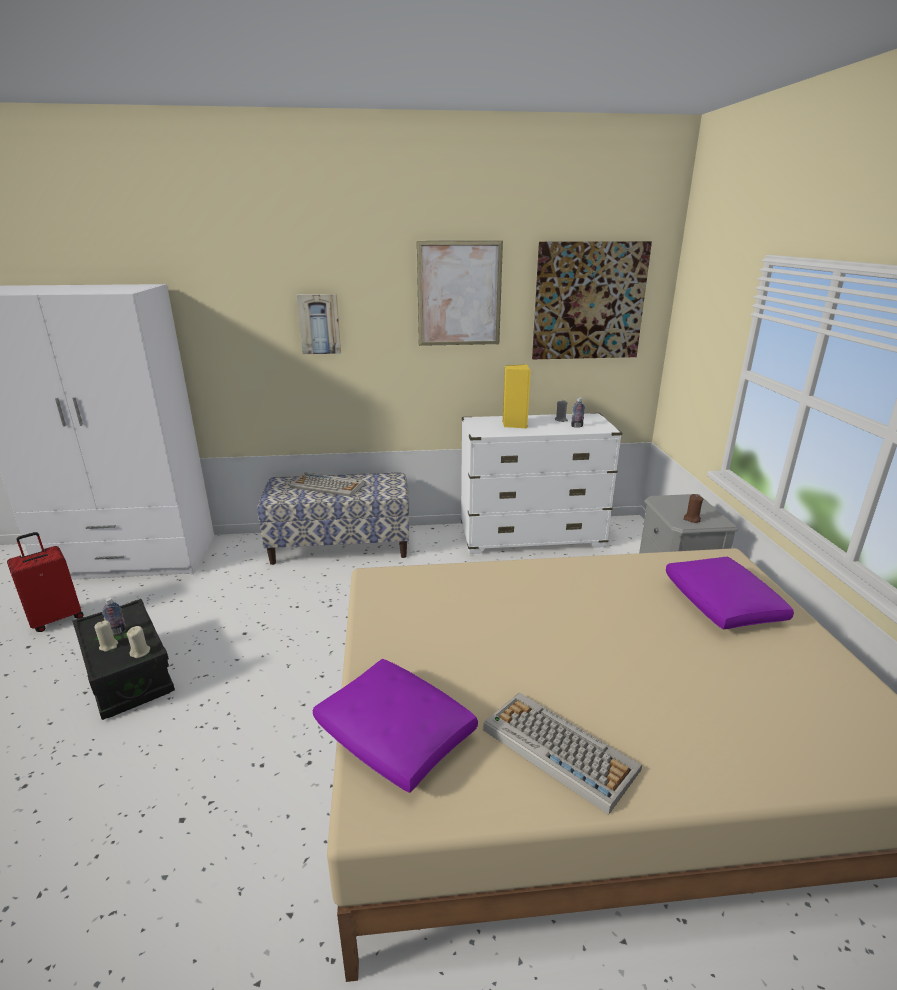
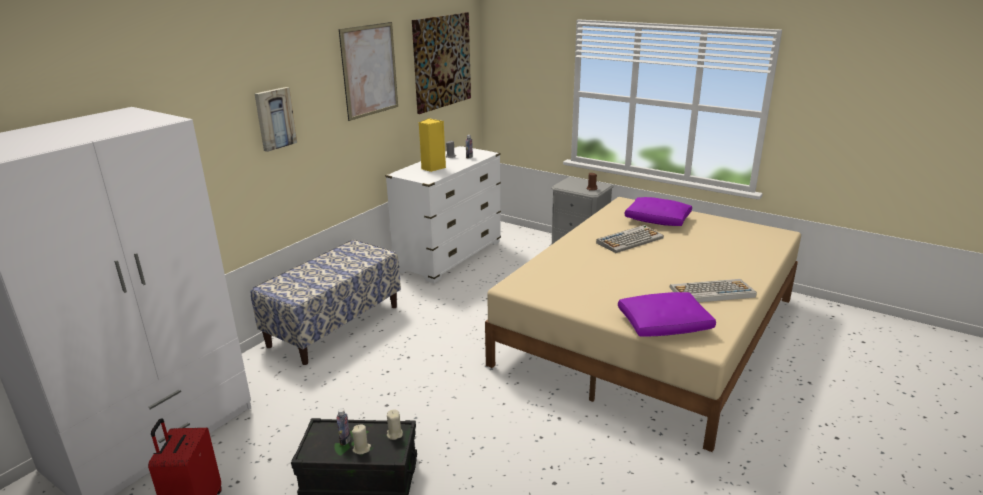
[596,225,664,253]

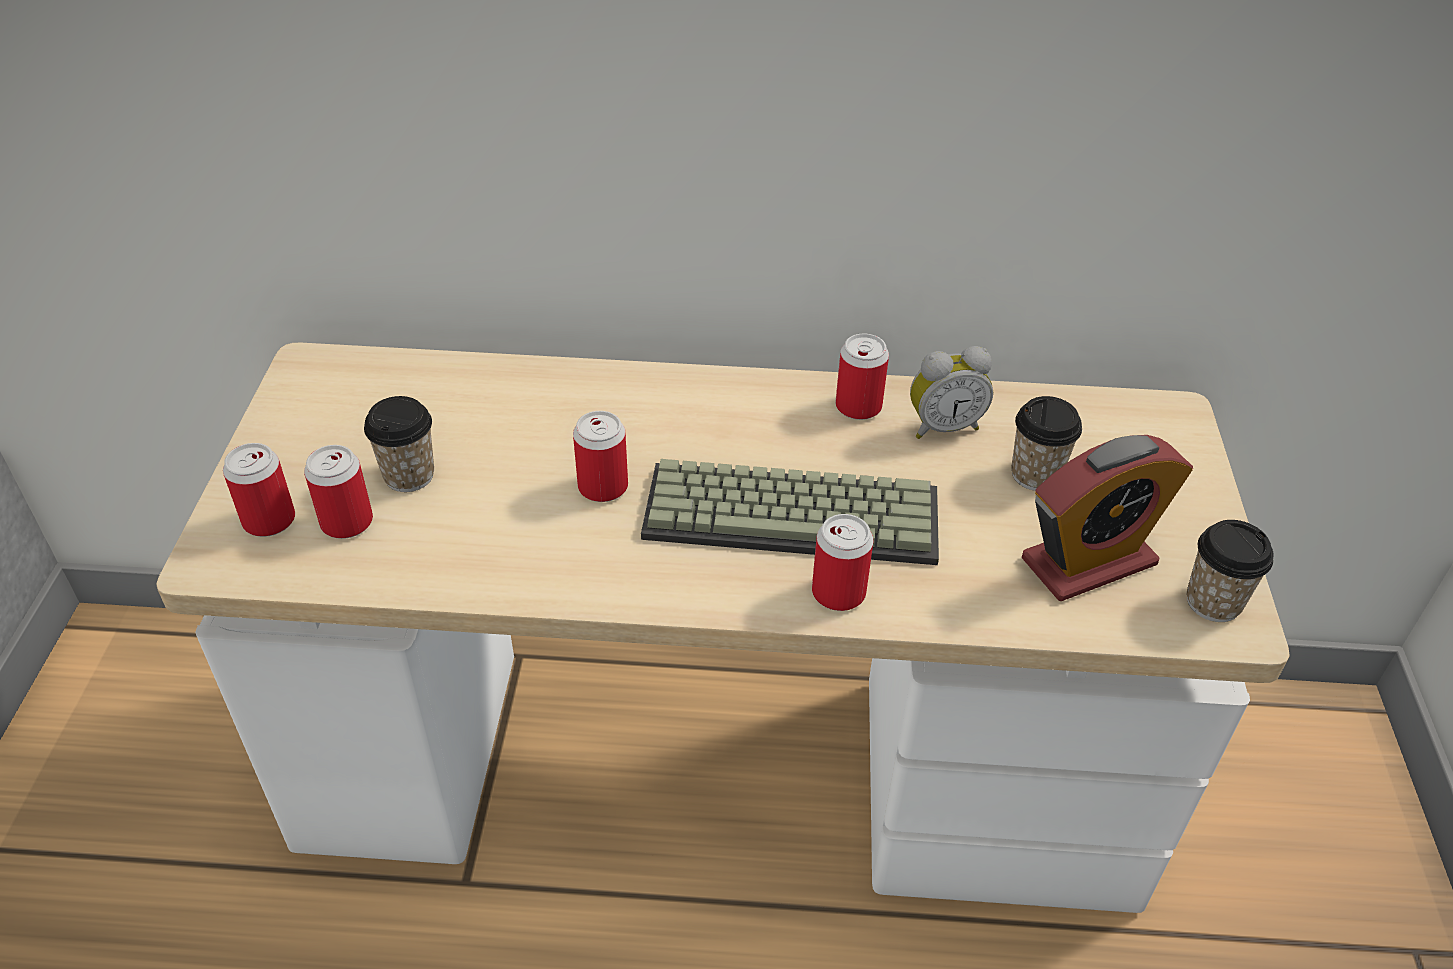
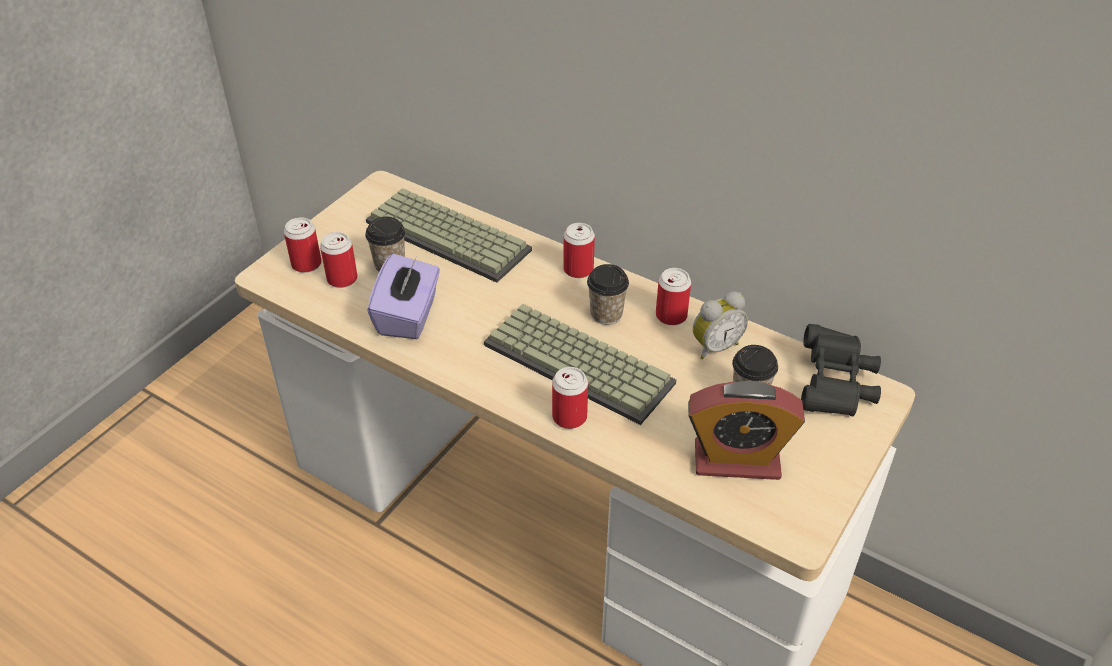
[366,188,532,283]
[367,254,440,339]
[801,324,881,416]
[563,223,595,278]
[587,264,629,325]
[693,291,748,360]

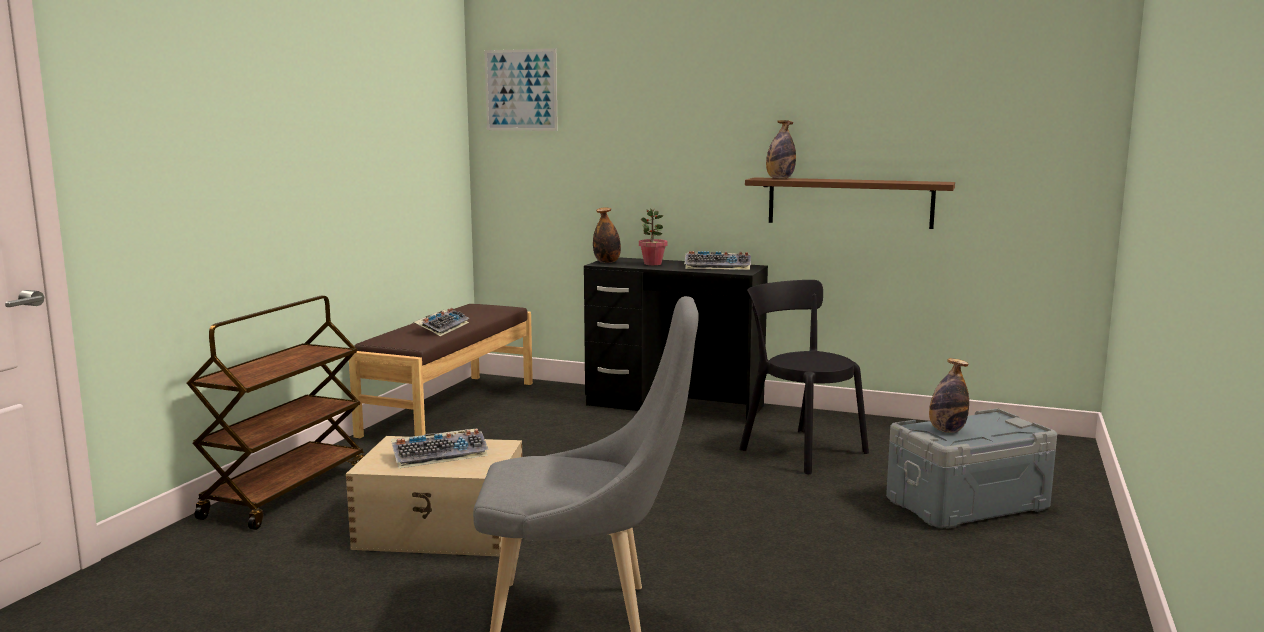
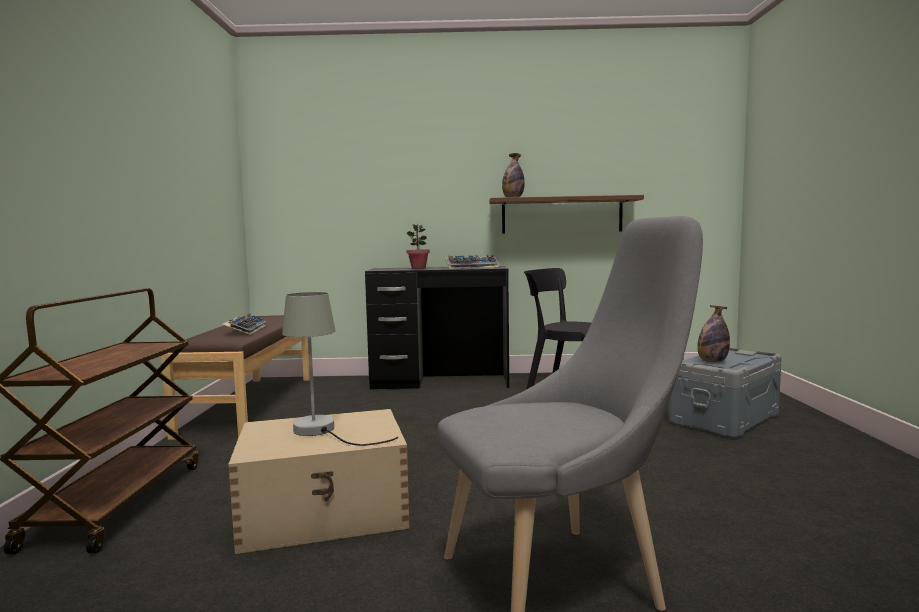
[484,48,558,131] (first image)
[593,207,621,263] (first image)
[282,292,398,446]

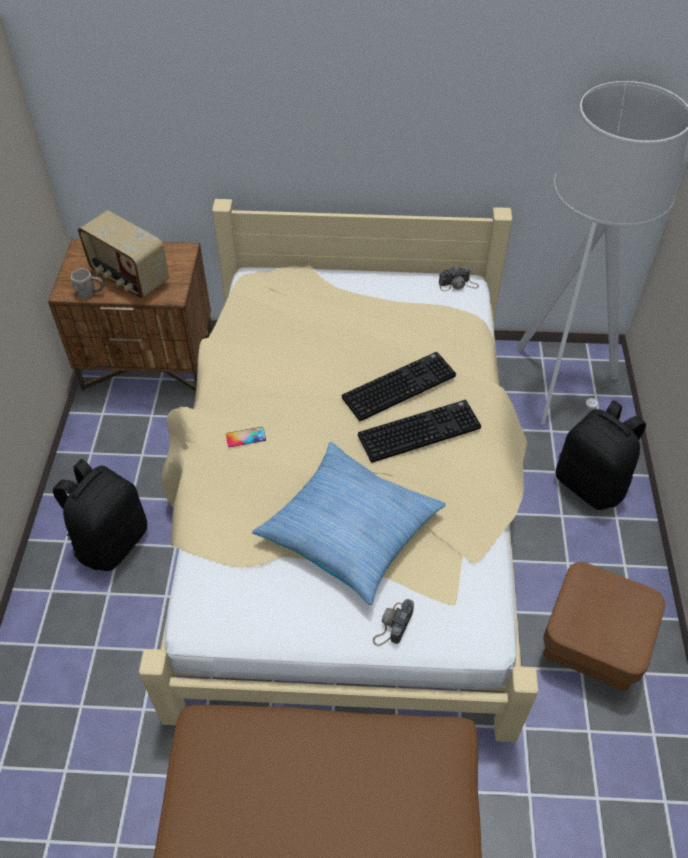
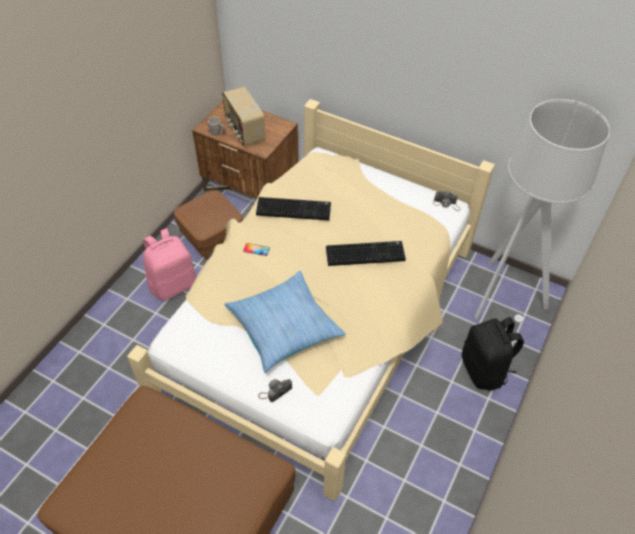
[256,197,331,220]
[174,190,243,260]
[143,228,196,301]

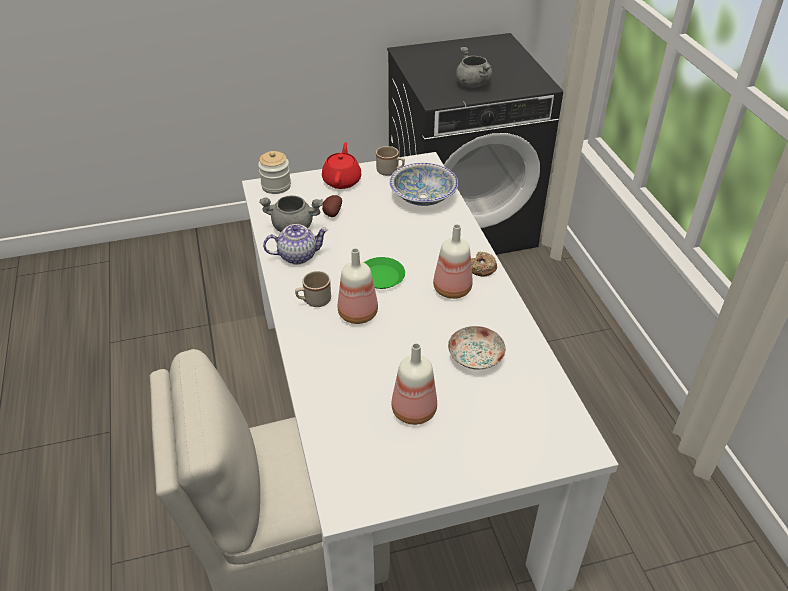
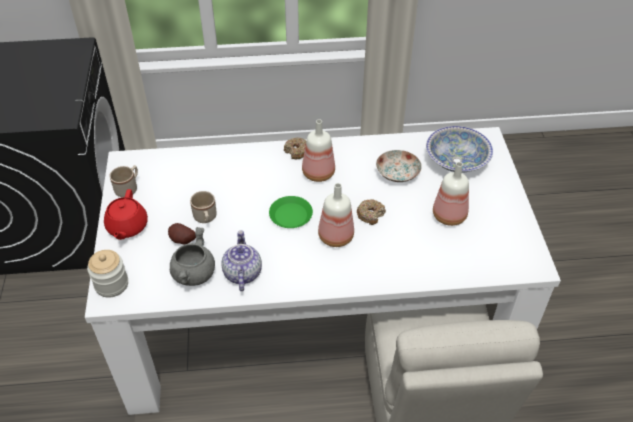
[456,47,492,88] (first image)
[357,199,386,225]
[190,191,217,223]
[426,126,493,173]
[104,189,148,240]

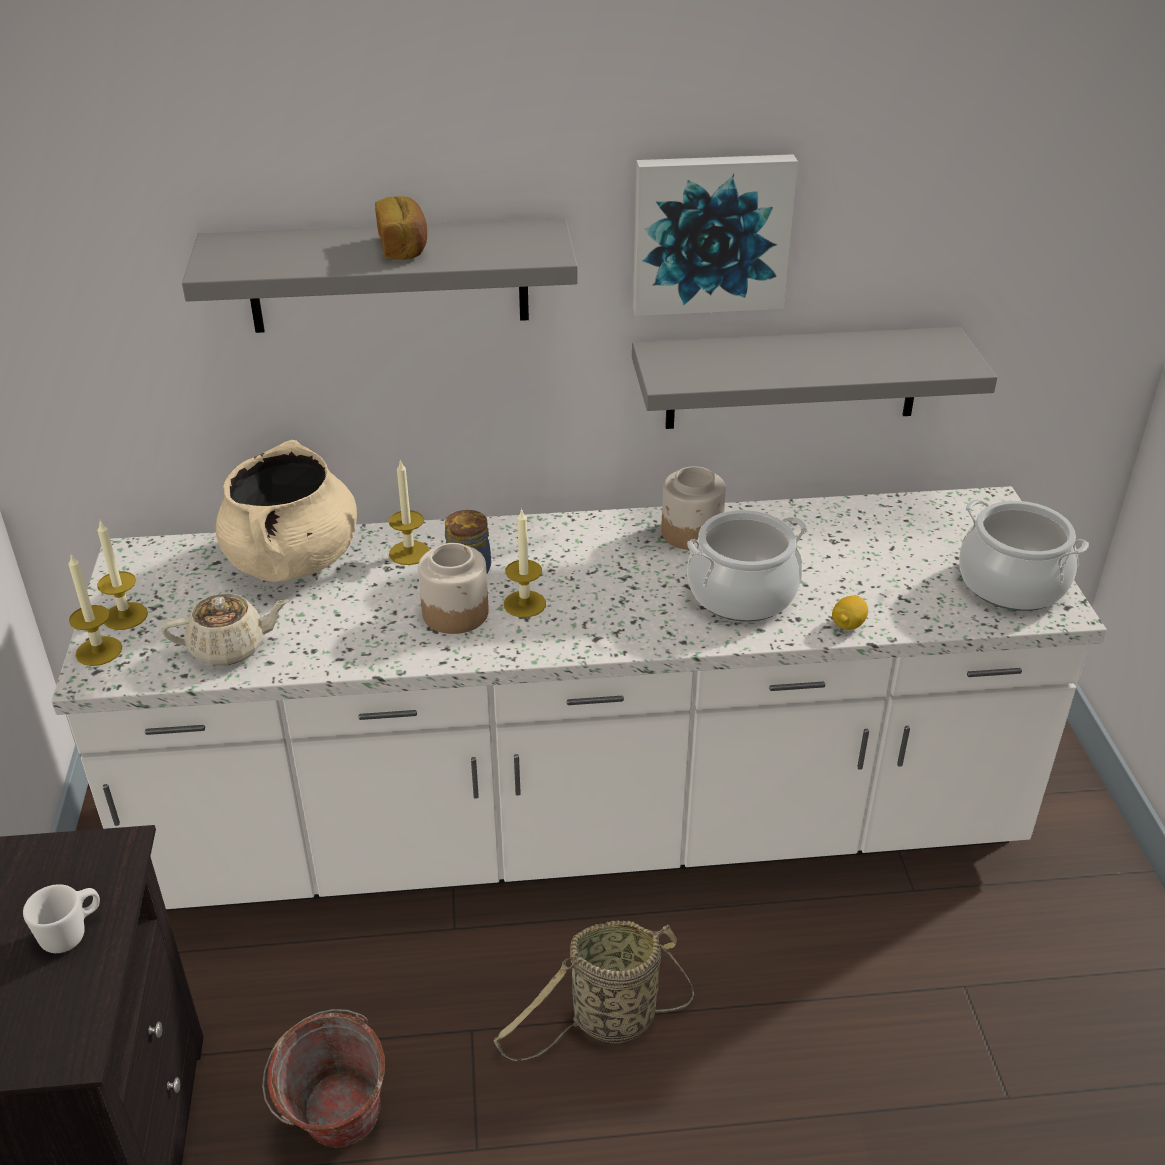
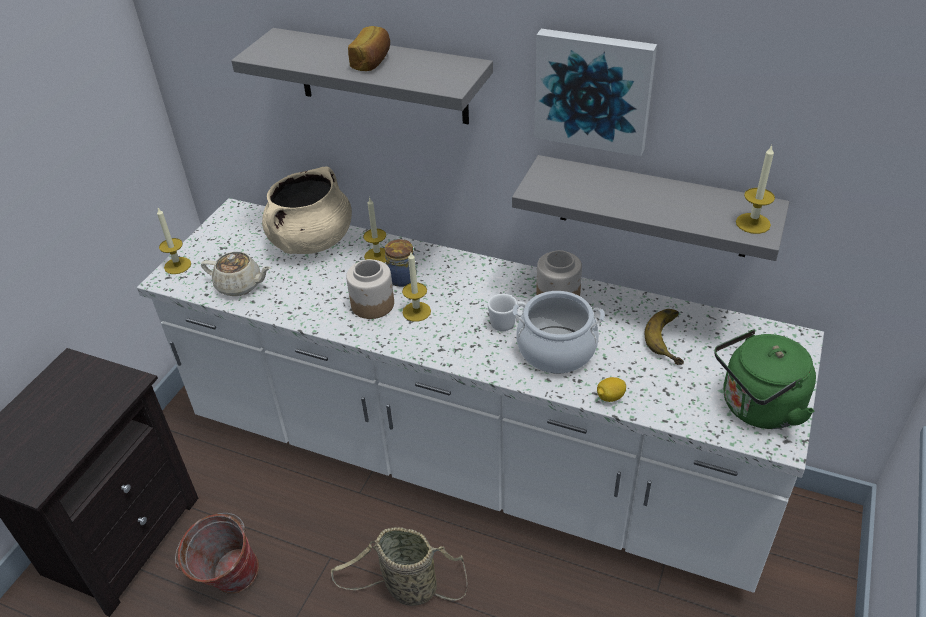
[645,309,684,365]
[488,294,526,331]
[736,145,775,234]
[714,329,816,429]

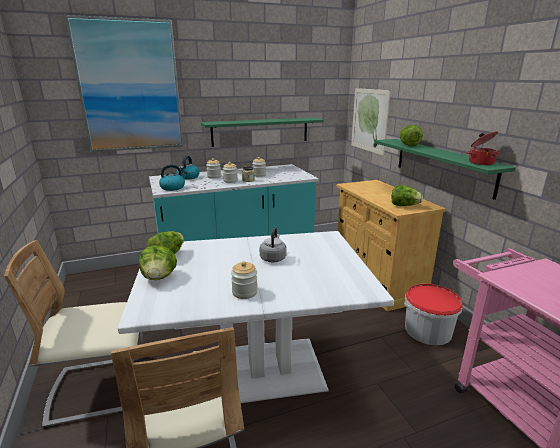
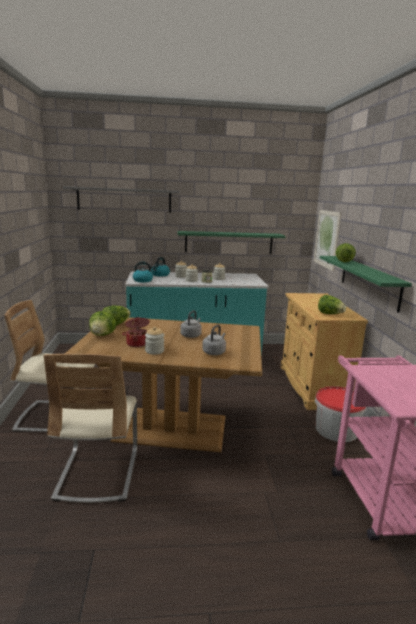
[202,325,226,355]
[122,317,150,347]
[63,186,180,213]
[65,317,262,452]

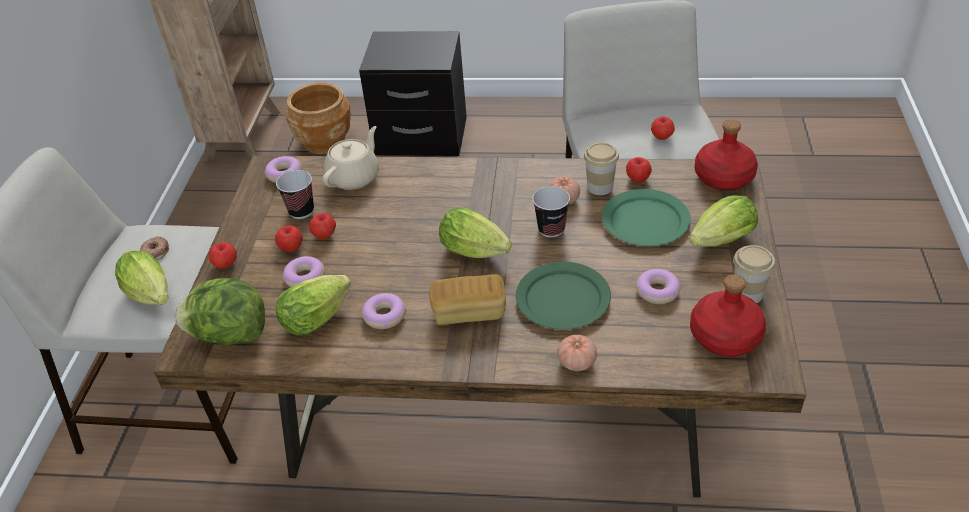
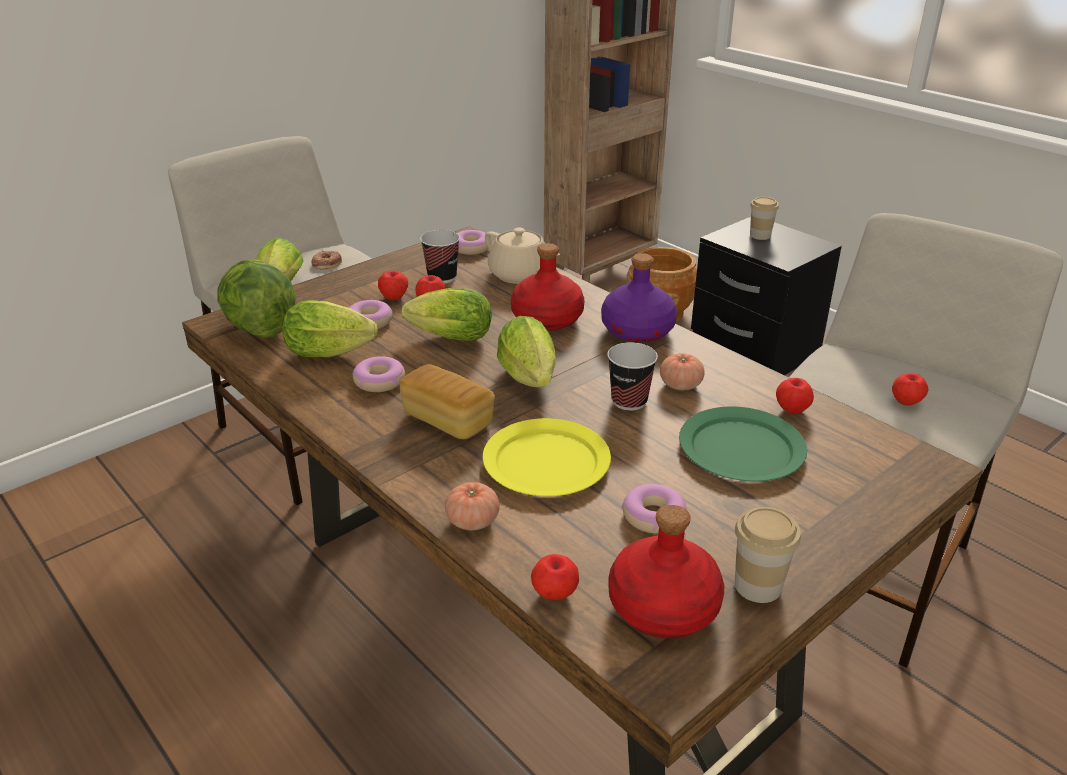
[601,253,677,343]
[531,554,579,600]
[750,197,779,240]
[402,288,492,341]
[511,243,584,331]
[482,418,611,496]
[485,227,560,284]

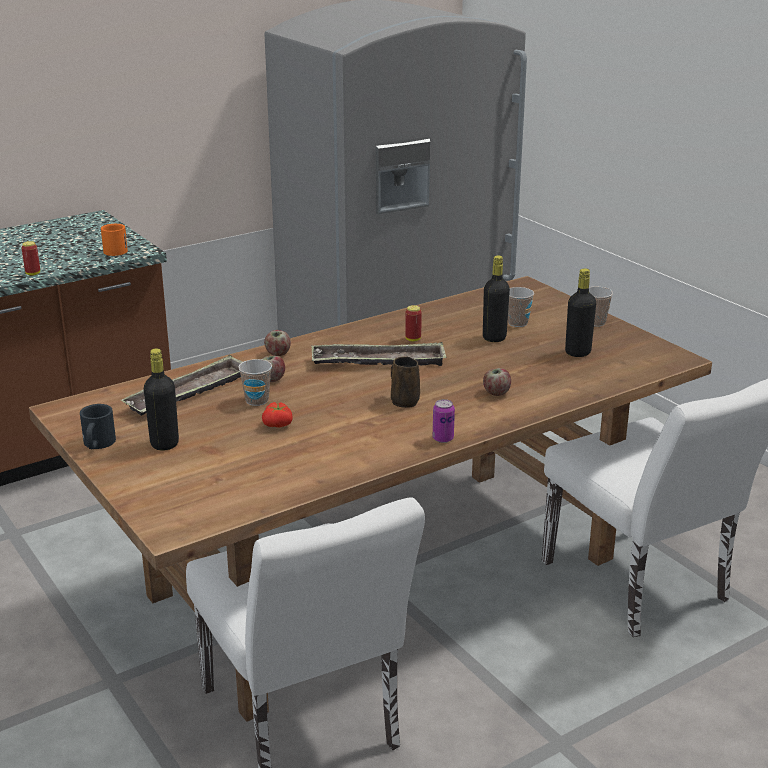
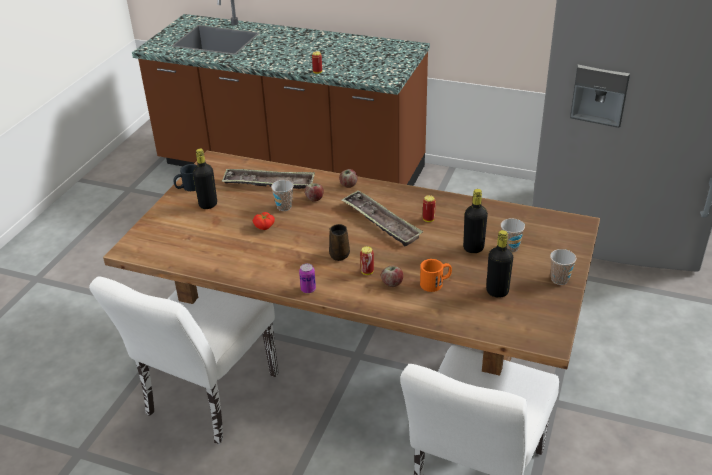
[360,246,374,275]
[420,259,452,292]

